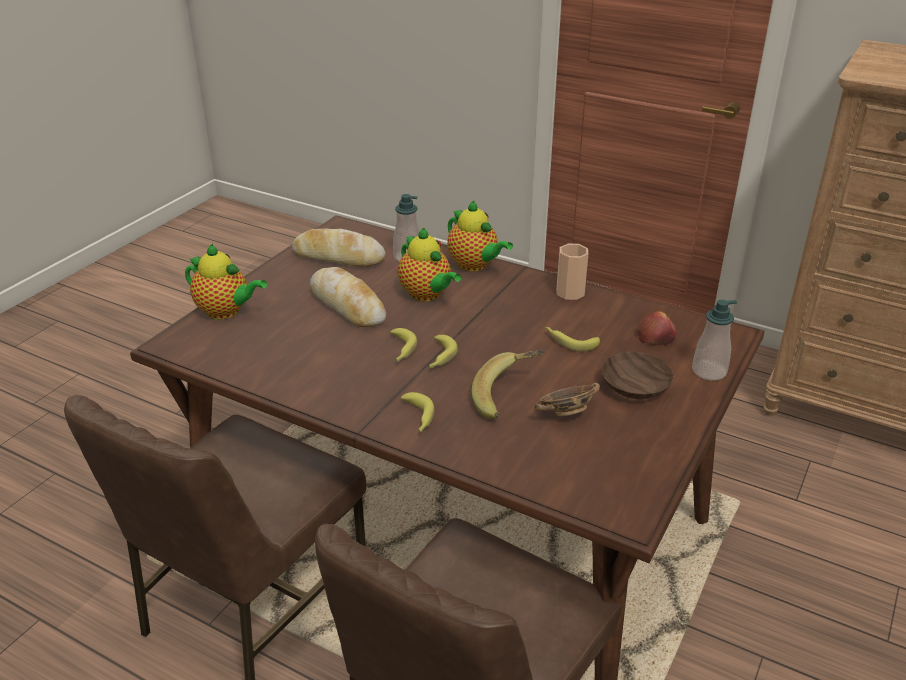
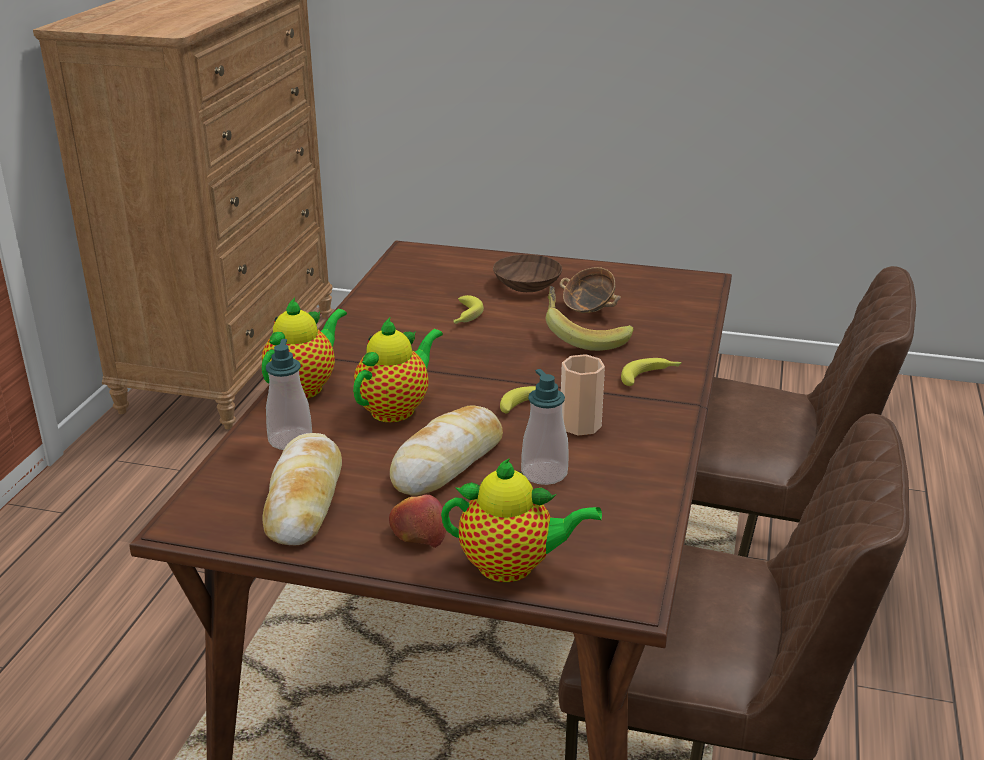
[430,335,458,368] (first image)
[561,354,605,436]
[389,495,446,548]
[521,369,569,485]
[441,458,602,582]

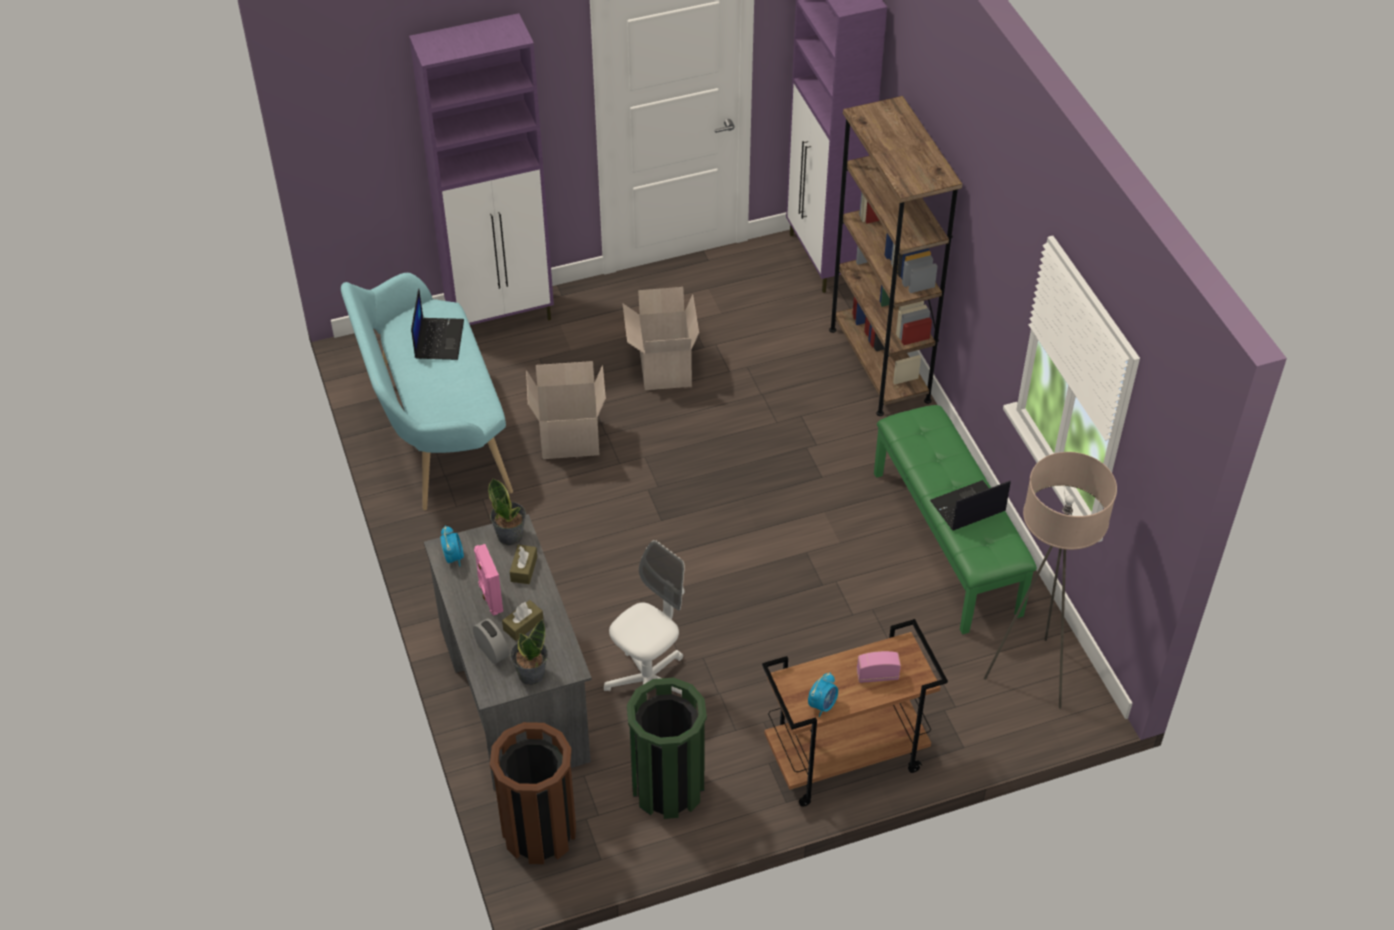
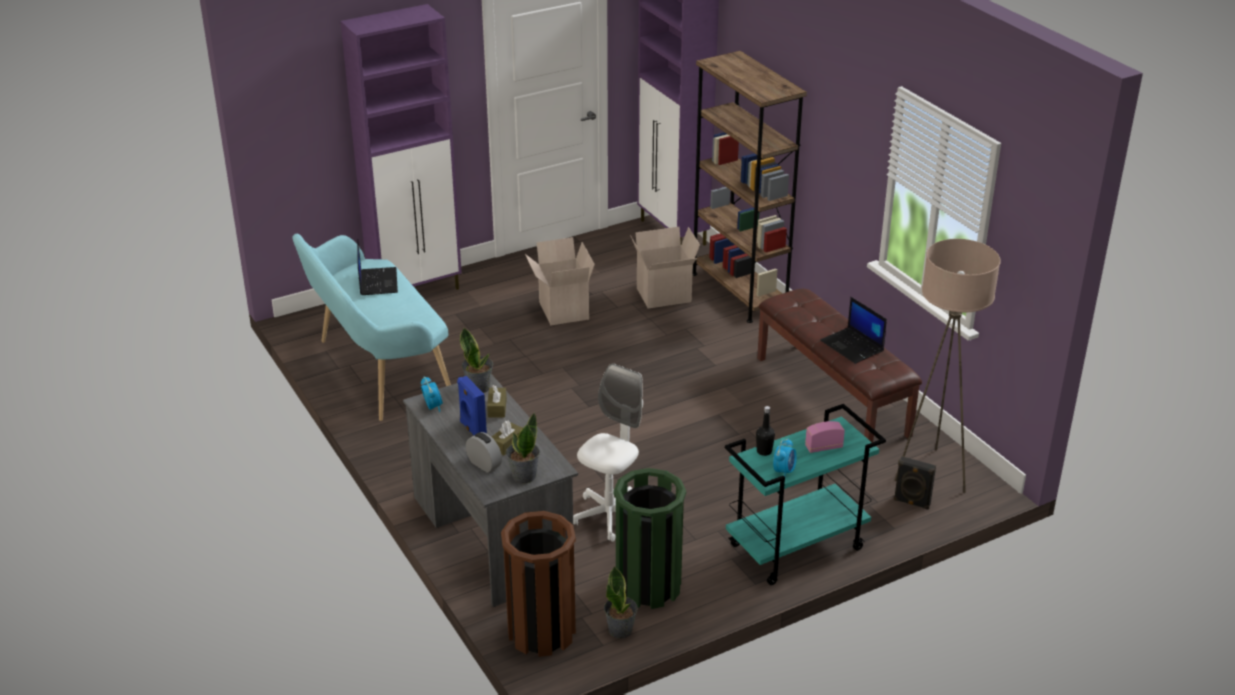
[604,566,638,638]
[756,406,775,456]
[894,456,936,510]
[630,227,700,309]
[457,376,487,435]
[725,404,886,585]
[757,289,922,443]
[820,297,887,364]

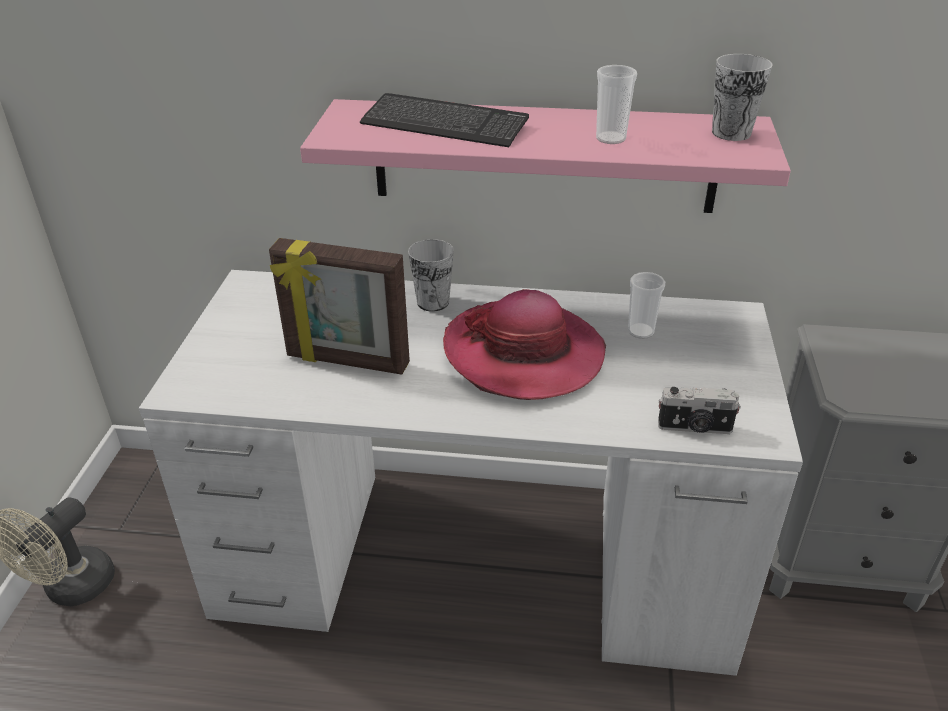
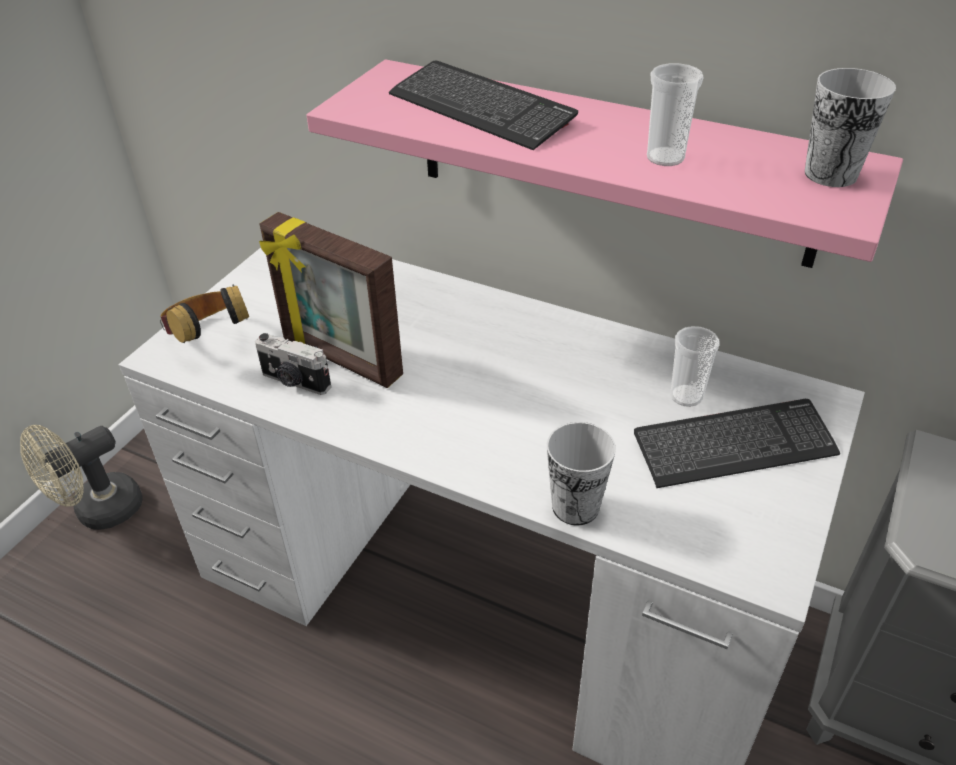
[443,289,606,400] (first image)
[160,285,249,343]
[634,399,840,488]
[547,422,616,525]
[255,333,331,395]

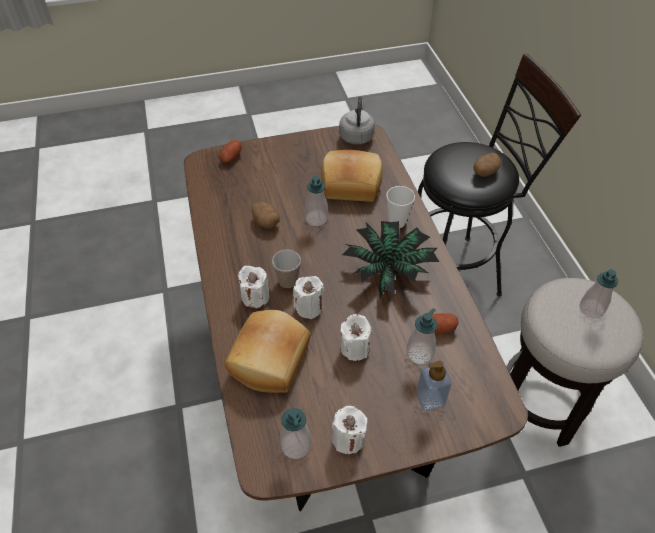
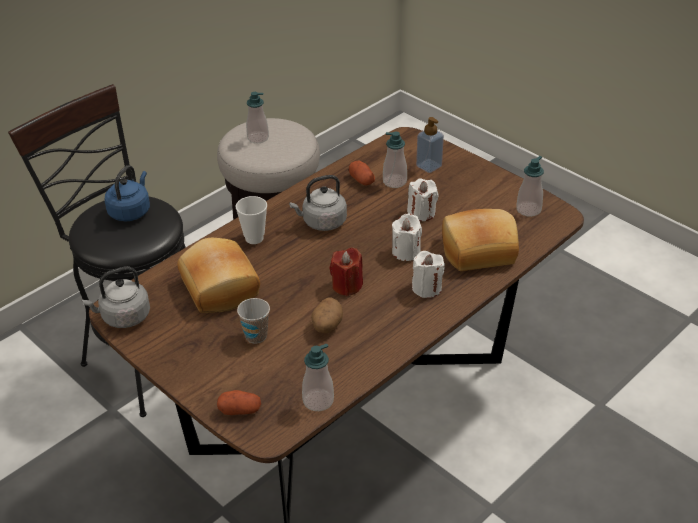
[332,406,368,454] (first image)
[329,247,363,296]
[237,298,270,343]
[302,344,334,411]
[289,175,347,231]
[104,165,150,221]

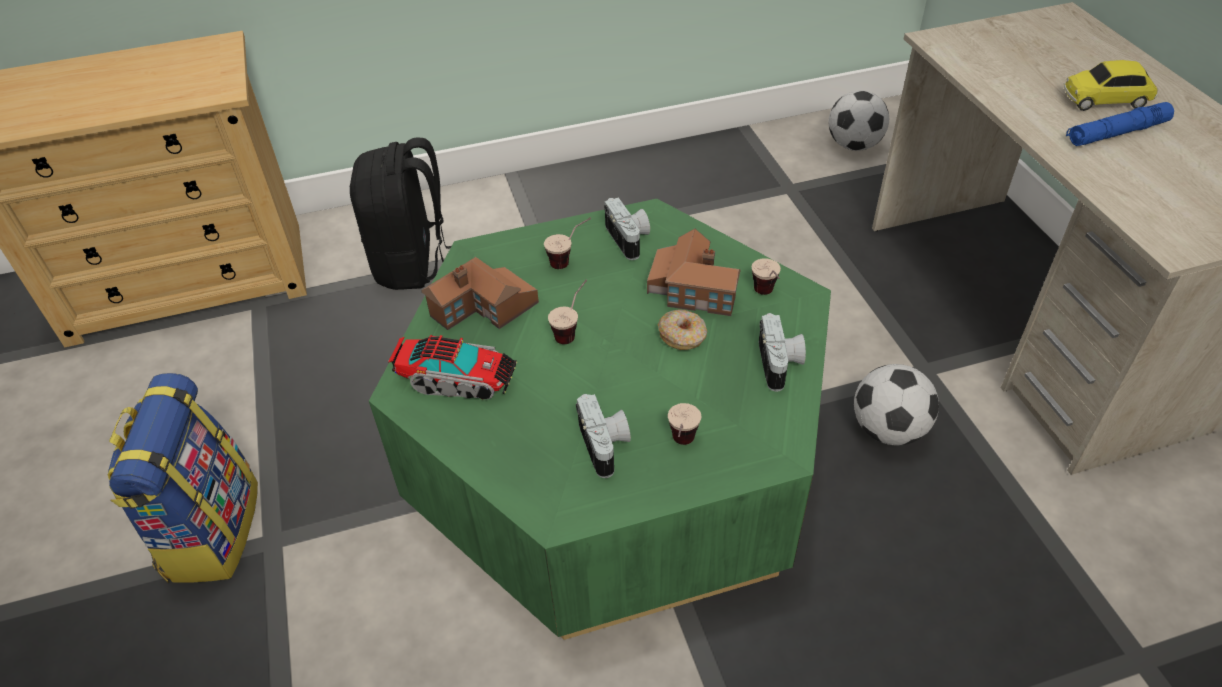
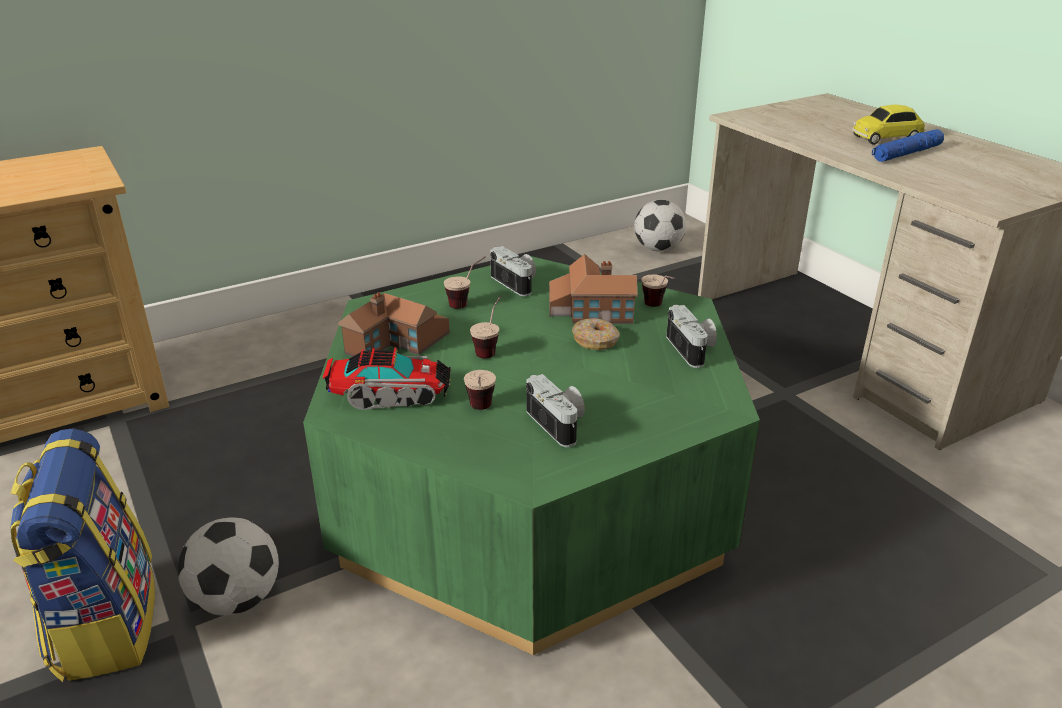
[350,138,451,290] (first image)
[464,370,496,410]
[178,517,279,616]

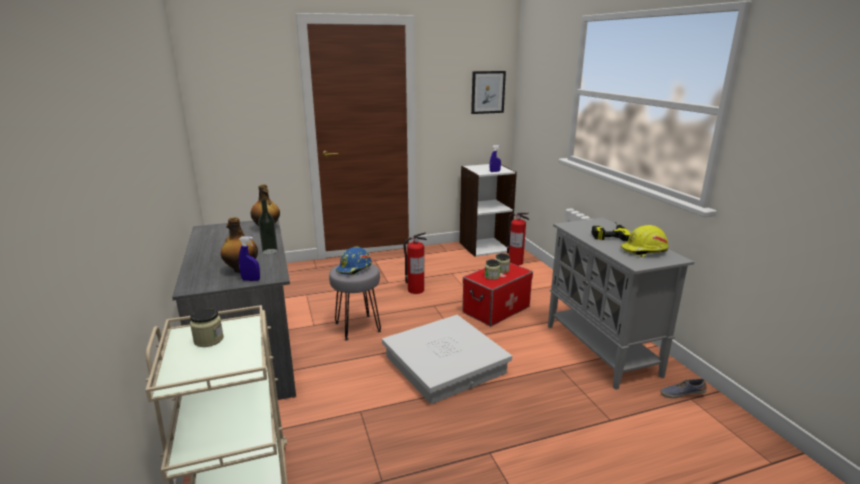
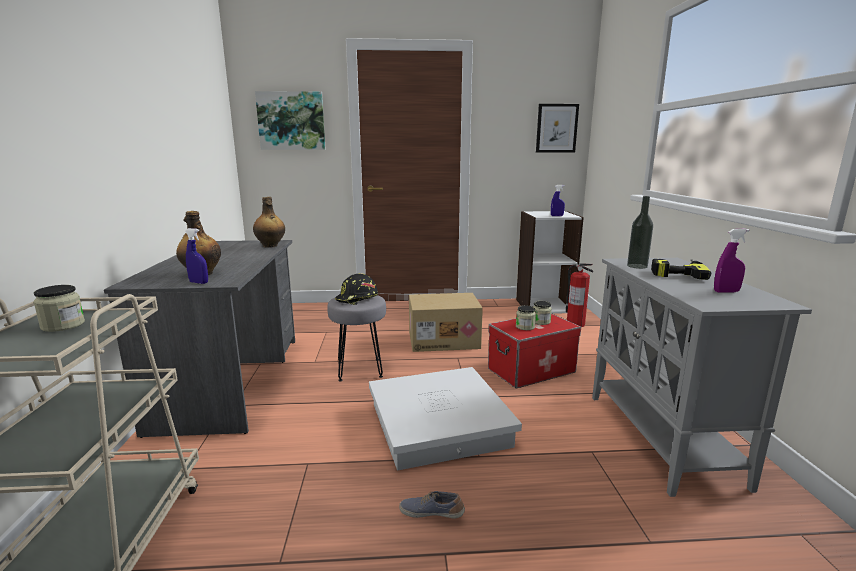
[255,91,326,150]
[627,196,653,269]
[399,491,465,518]
[409,293,483,352]
[714,229,750,293]
[335,273,378,305]

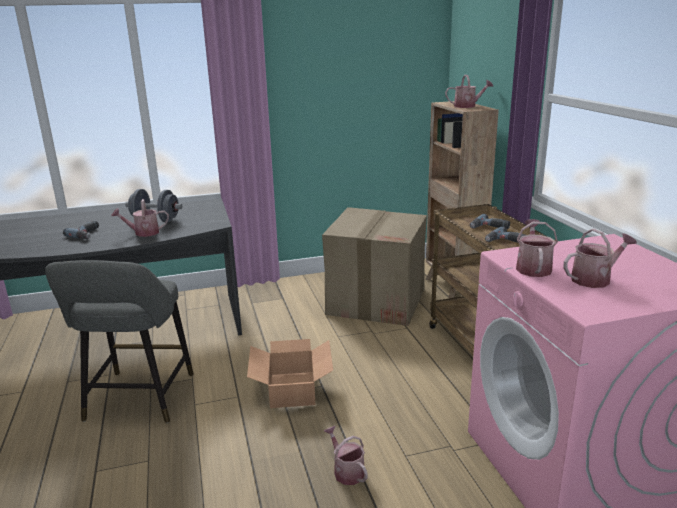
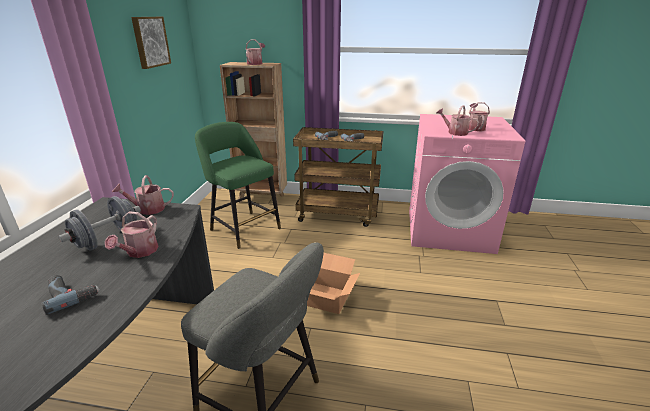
[131,17,171,69]
[112,175,174,215]
[195,122,281,249]

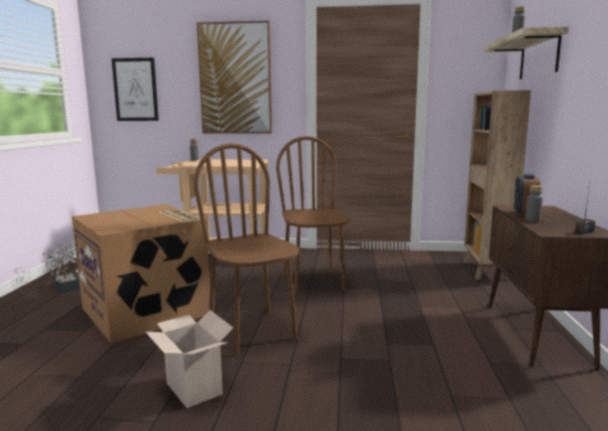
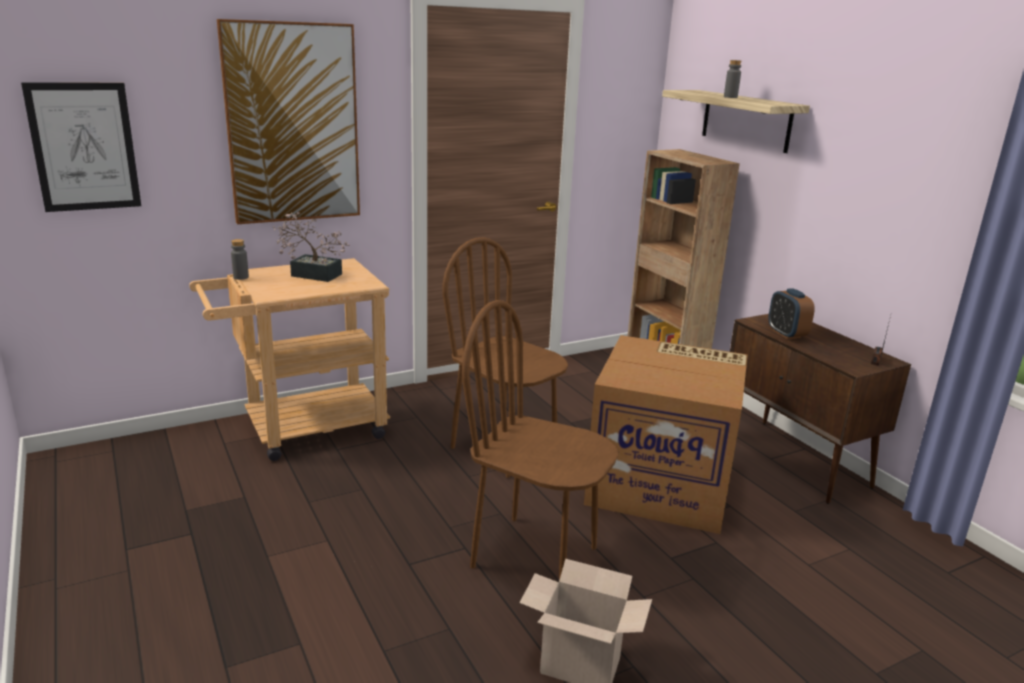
[525,185,543,222] (first image)
[273,212,350,282]
[584,335,748,534]

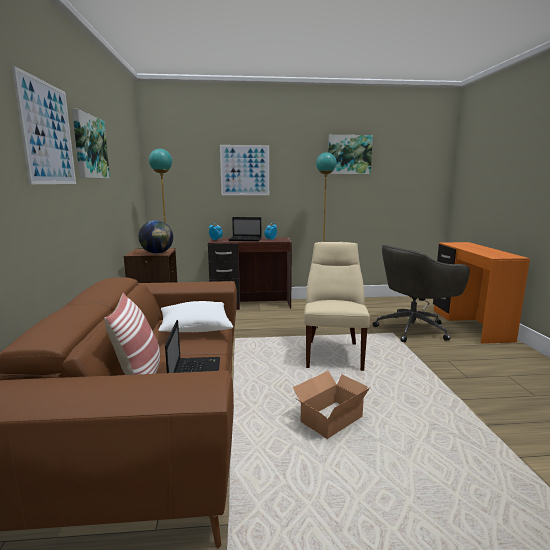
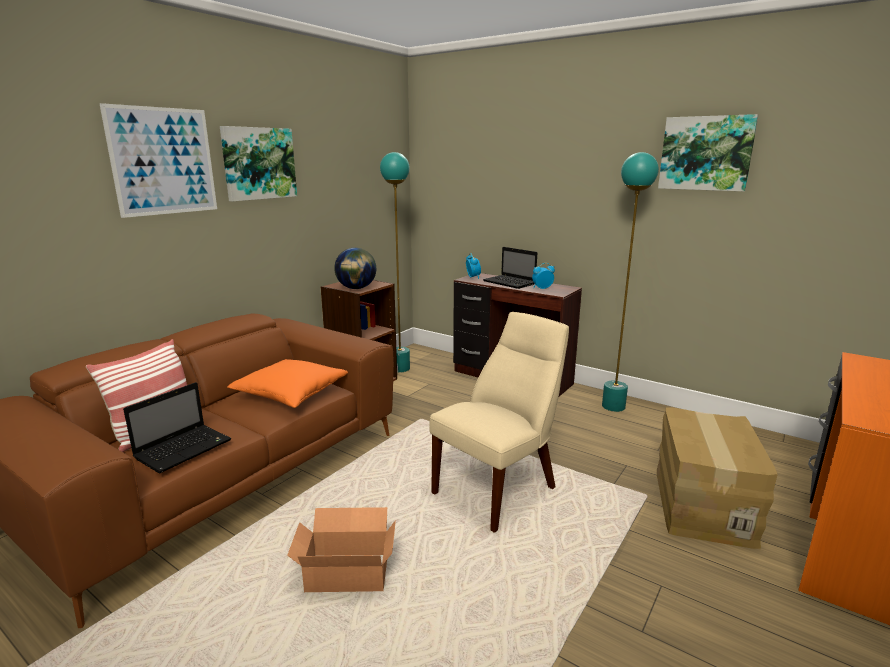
[220,145,269,195] (first image)
[657,407,778,549]
[228,359,348,408]

